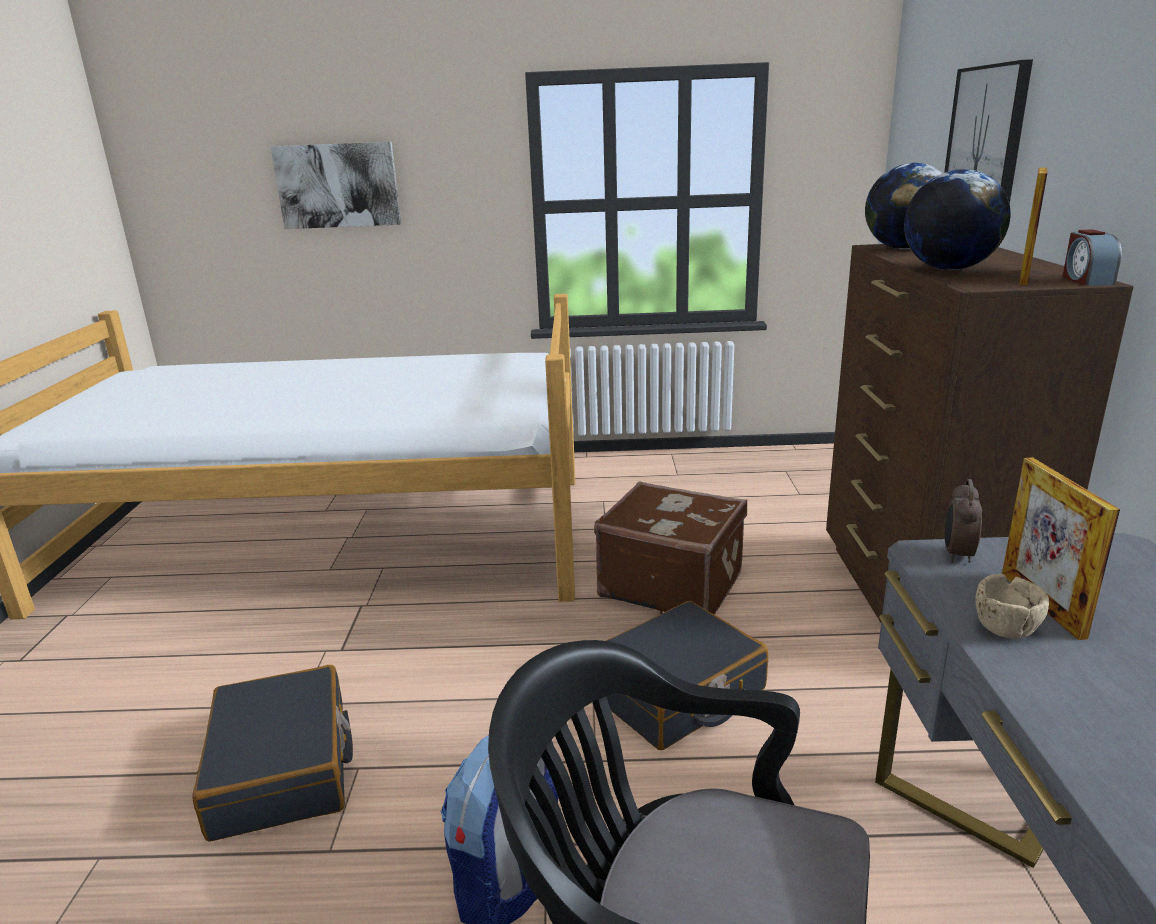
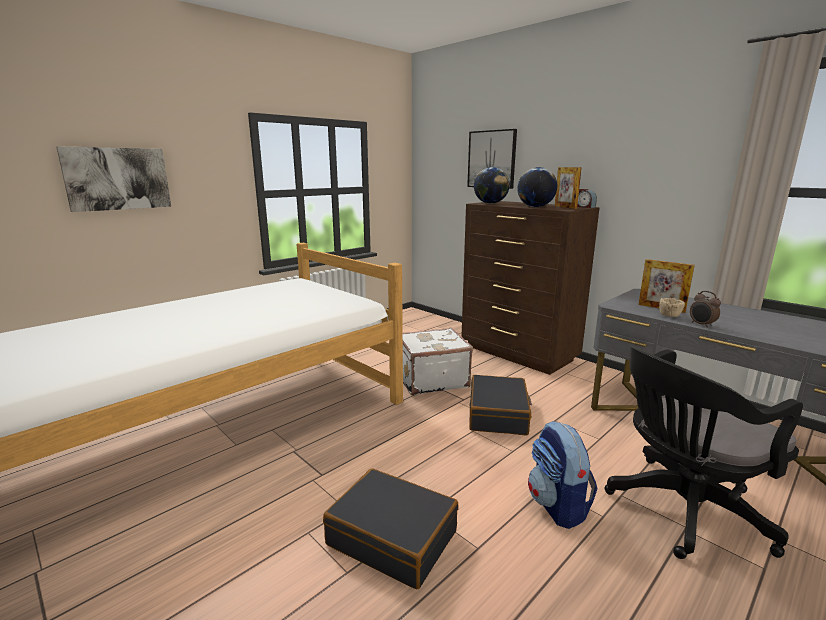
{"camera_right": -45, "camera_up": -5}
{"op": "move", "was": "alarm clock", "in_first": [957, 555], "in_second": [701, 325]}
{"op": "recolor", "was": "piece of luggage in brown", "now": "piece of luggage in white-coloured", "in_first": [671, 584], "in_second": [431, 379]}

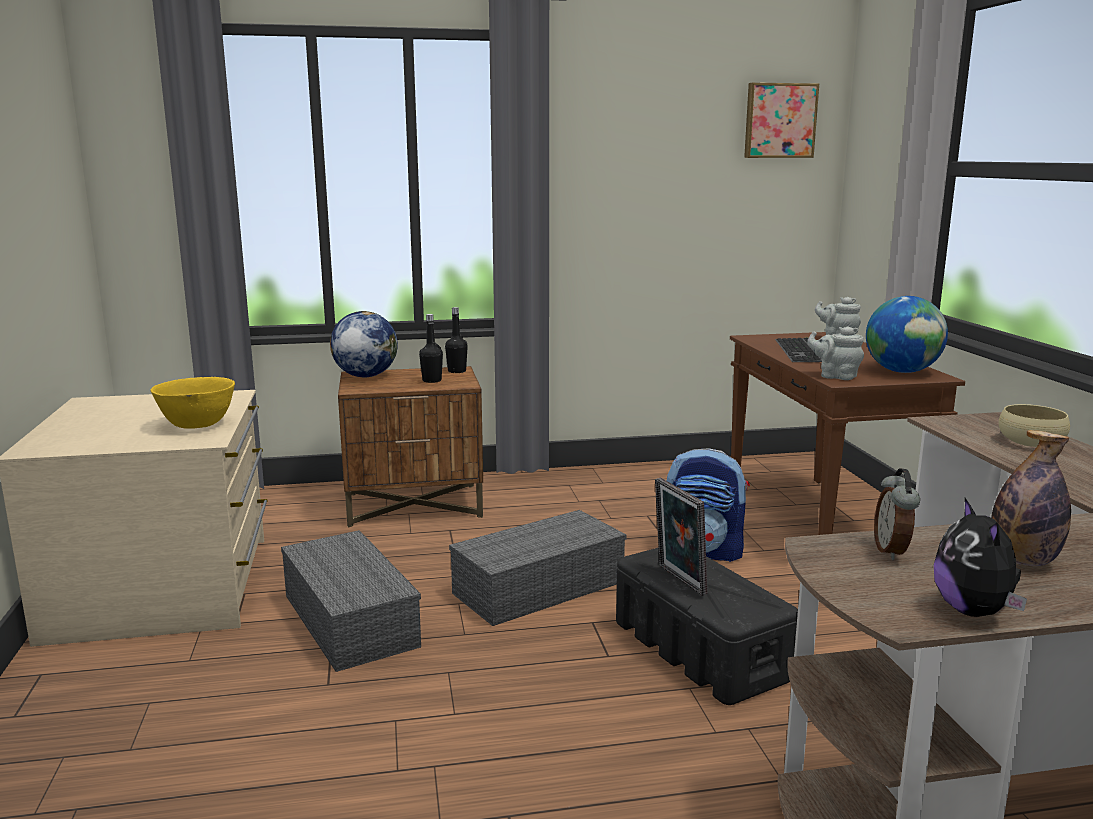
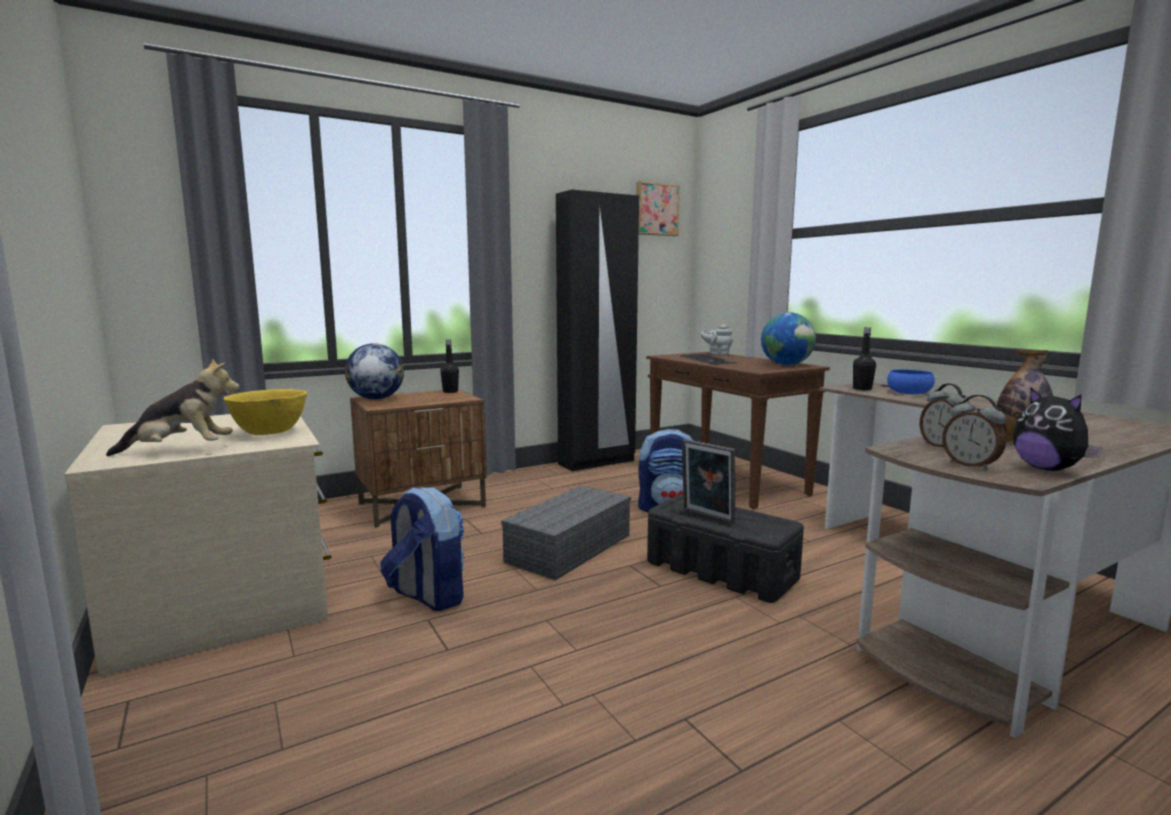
{"camera_right": -20, "camera_up": -5}
{"op": "move", "was": "beverage bottle in black-coloured", "in_first": [432, 380], "in_second": [862, 389]}
{"op": "delete", "was": "teapot in greyish", "in_first": [835, 376]}
{"op": "recolor", "was": "deep dish in sand-coloured", "now": "deep dish in blue-coloured", "in_first": [1030, 442], "in_second": [909, 392]}
{"op": "replace", "was": "storage bin in greyish", "now": "rucksack", "in_first": [347, 619], "in_second": [427, 596]}
{"op": "insert", "now": "wardrobe in black-coloured", "in_second": [597, 462]}
{"op": "insert", "now": "cuddly toy", "in_second": [181, 451]}
{"op": "insert", "now": "alarm clock", "in_second": [971, 465]}

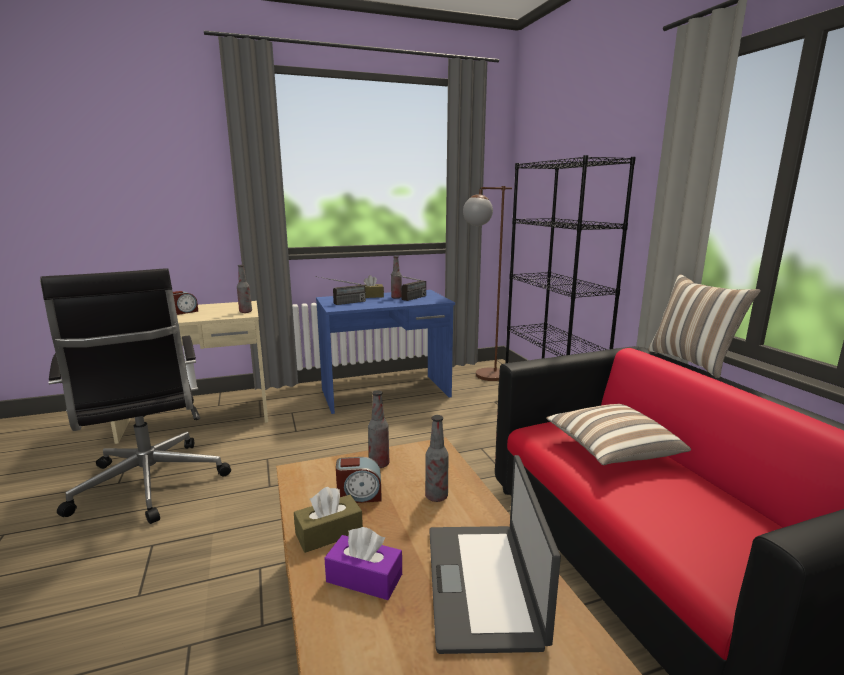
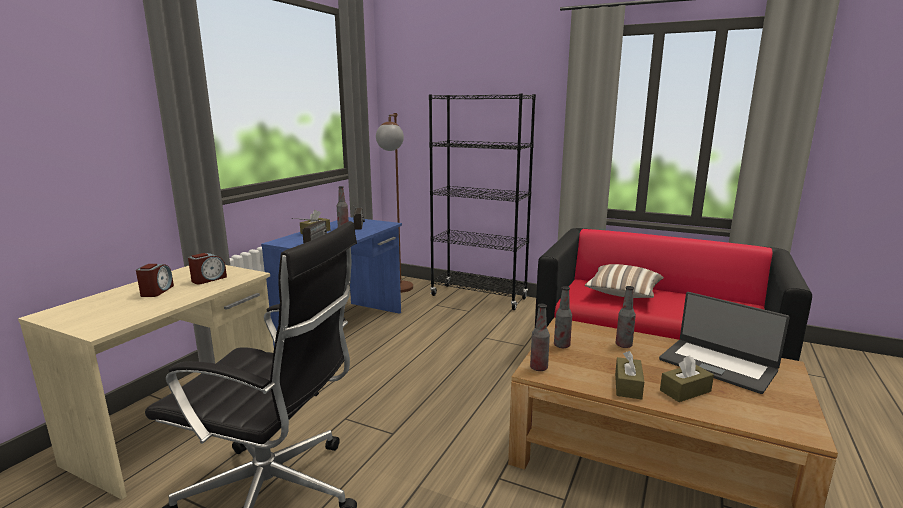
{"camera_right": -45, "camera_up": 0}
{"op": "move", "was": "beverage bottle", "in_first": [245, 312], "in_second": [538, 368]}
{"op": "delete", "was": "throw pillow", "in_first": [692, 361]}
{"op": "move", "was": "alarm clock", "in_first": [359, 496], "in_second": [208, 279]}
{"op": "recolor", "was": "tissue holder in purple", "now": "tissue holder in brown", "in_first": [364, 578], "in_second": [685, 391]}

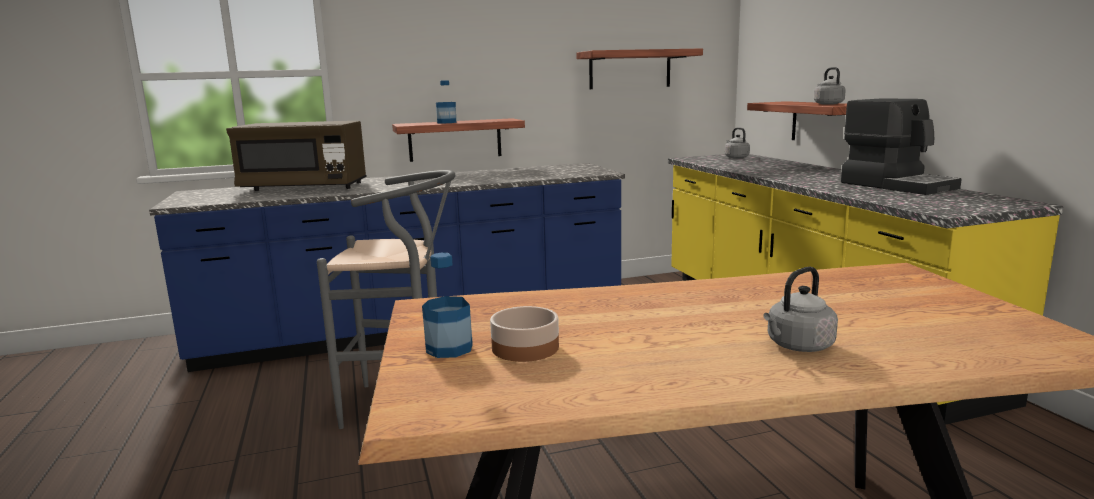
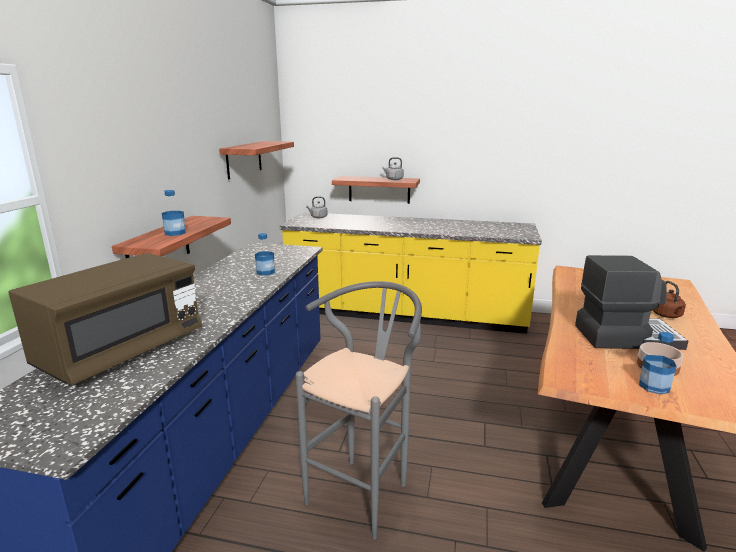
{"camera_right": -60, "camera_up": 5}
{"op": "move", "was": "coffee machine", "in_first": [897, 185], "in_second": [625, 336]}
{"op": "recolor", "was": "water kettle in greyish", "now": "water kettle in brown", "in_first": [797, 346], "in_second": [667, 315]}
{"op": "insert", "now": "beverage bottle", "in_second": [265, 272]}

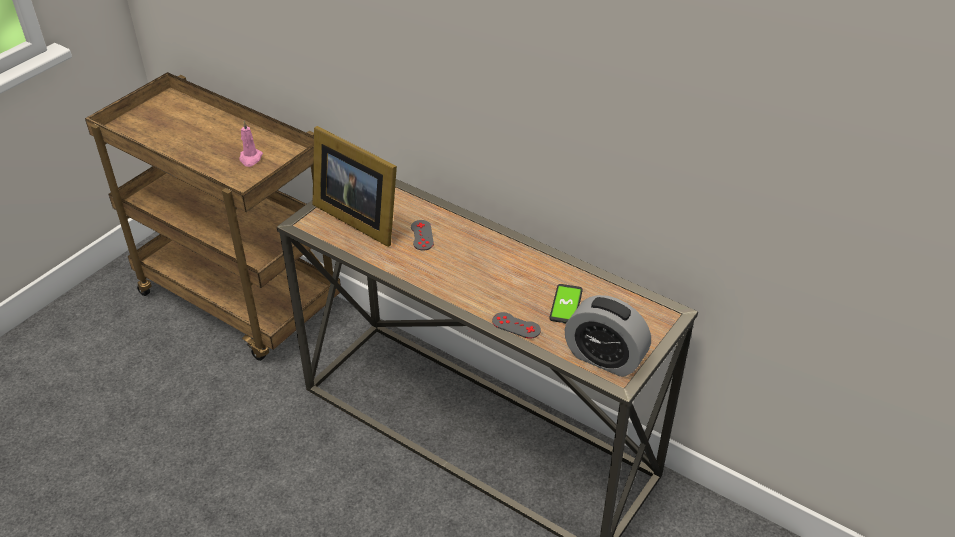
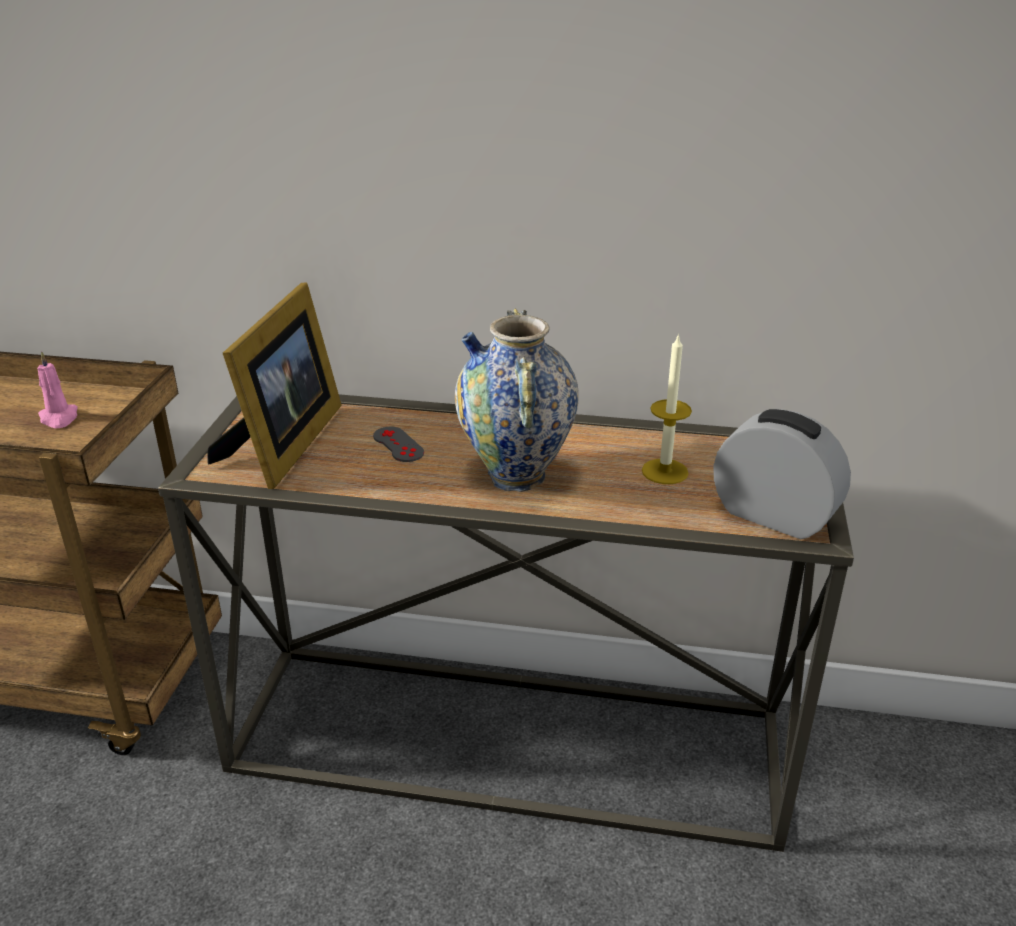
{"camera_right": -25, "camera_up": -10}
{"op": "rotate", "was": "standing frame", "in_first": [357, 216], "in_second": [284, 445], "clockwise": -90}
{"op": "replace", "was": "handset", "now": "candle", "in_first": [566, 305], "in_second": [664, 471]}
{"op": "rotate", "was": "alarm clock", "in_first": [604, 358], "in_second": [773, 516], "clockwise": -150}
{"op": "delete", "was": "gamepad in greyish", "in_first": [516, 325]}
{"op": "insert", "now": "vase", "in_second": [516, 475]}

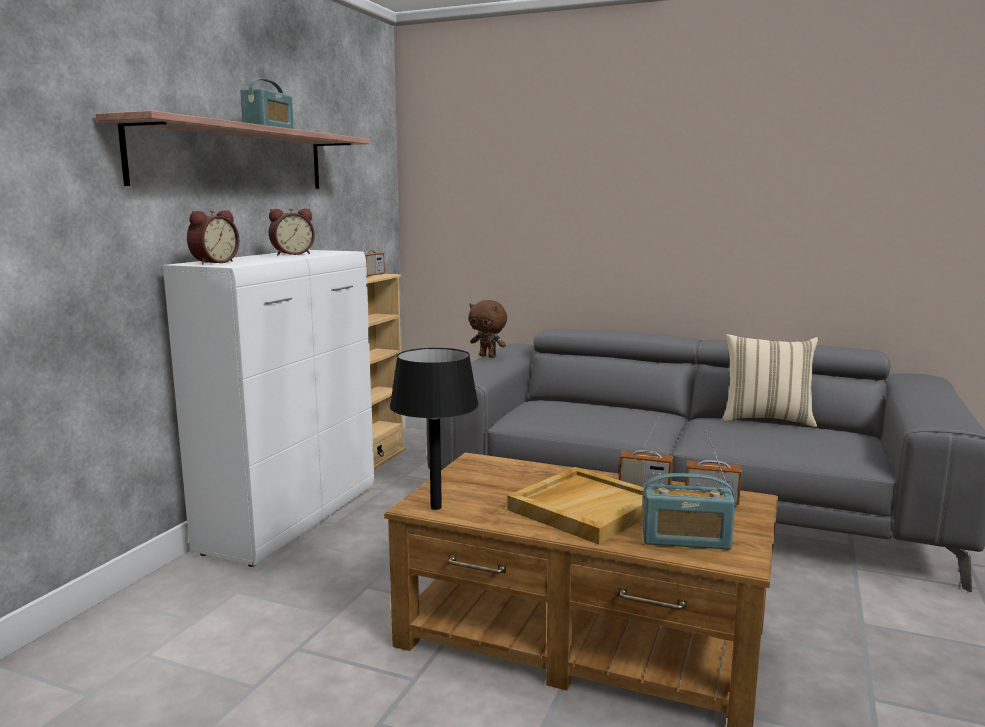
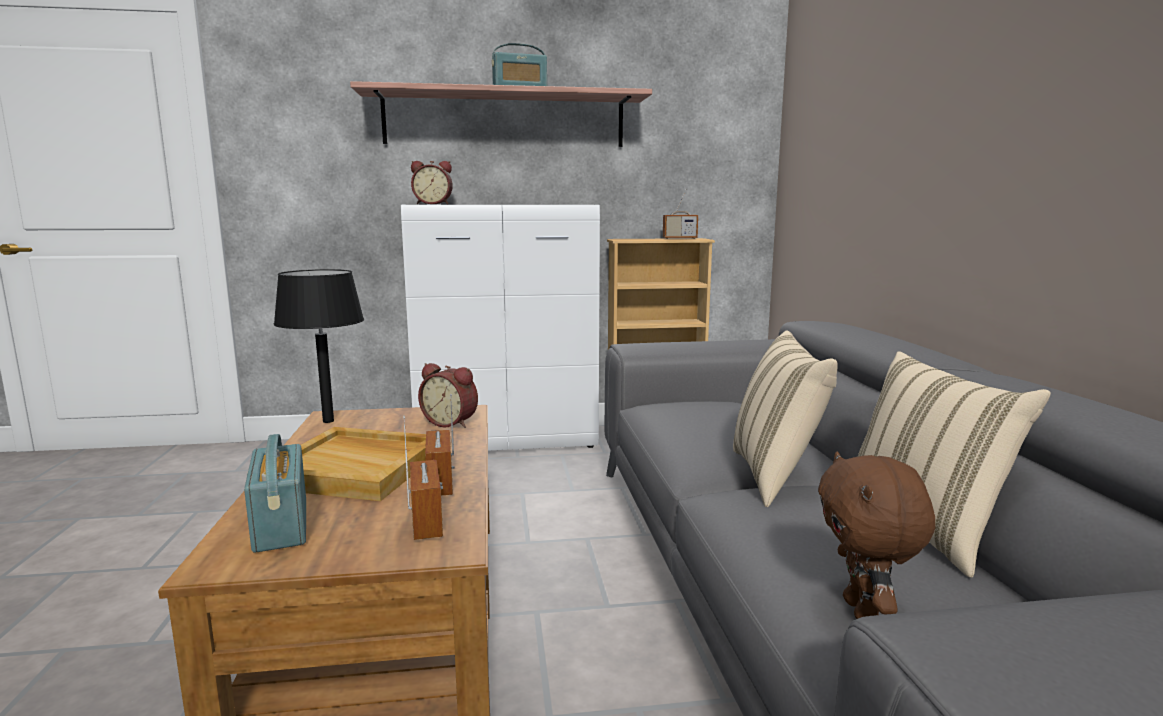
{"camera_right": 60, "camera_up": 0}
{"op": "move", "was": "alarm clock", "in_first": [292, 254], "in_second": [451, 422]}
{"op": "move", "was": "cuddly toy in brown", "in_first": [488, 356], "in_second": [864, 613]}
{"op": "insert", "now": "throw pillow in sand-coloured", "in_second": [776, 476]}

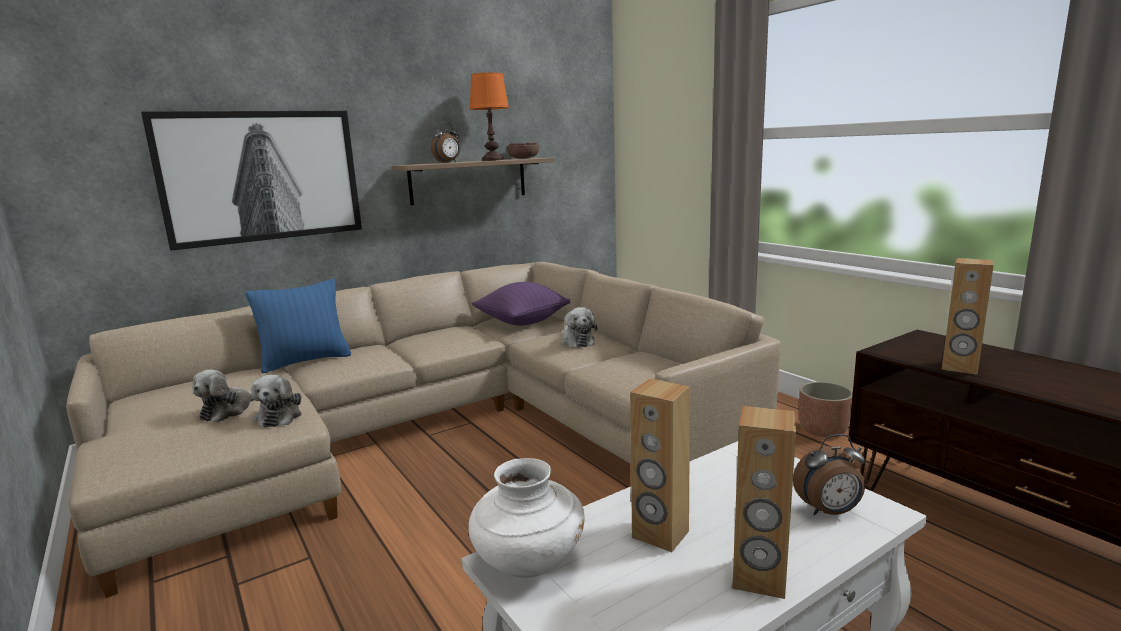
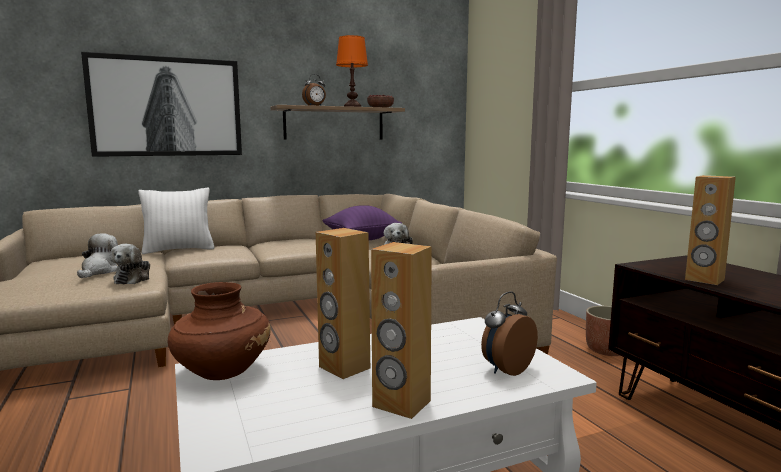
{"camera_right": 10, "camera_up": -5}
{"op": "recolor", "was": "throw pillow in blue-coloured", "now": "throw pillow in white-coloured", "in_first": [306, 361], "in_second": [179, 250]}
{"op": "rotate", "was": "cuddly toy", "in_first": [228, 410], "in_second": [99, 271], "clockwise": 150}
{"op": "rotate", "was": "alarm clock", "in_first": [829, 512], "in_second": [506, 369], "clockwise": 135}
{"op": "recolor", "was": "vase in white-coloured", "now": "vase in brown", "in_first": [528, 563], "in_second": [221, 372]}

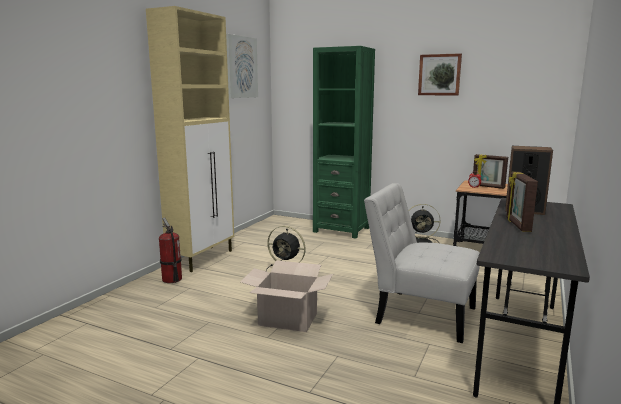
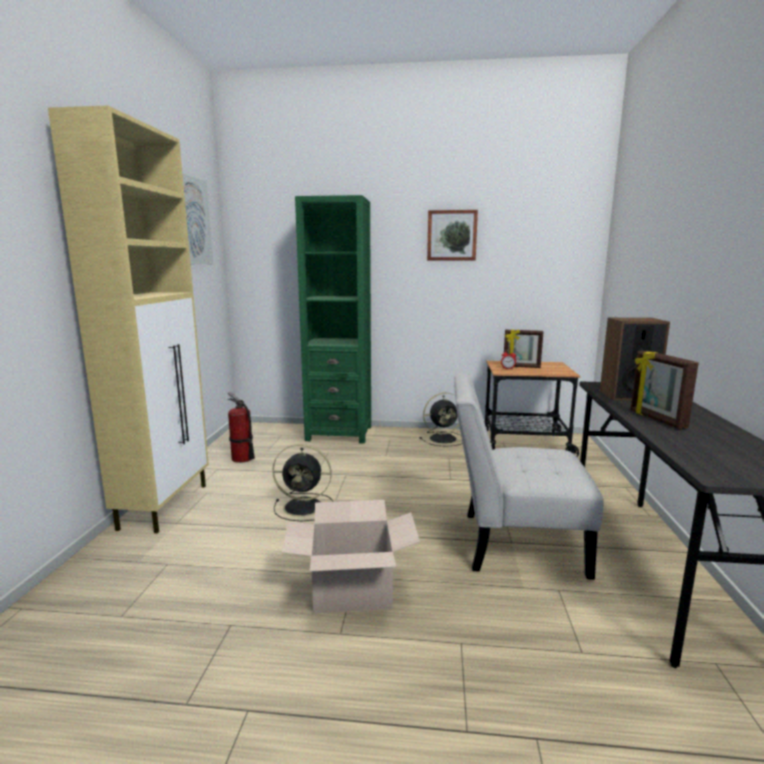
{"camera_right": -20, "camera_up": 0}
{"op": "move", "was": "fire-fighting cylinder", "in_first": [172, 279], "in_second": [242, 458]}

